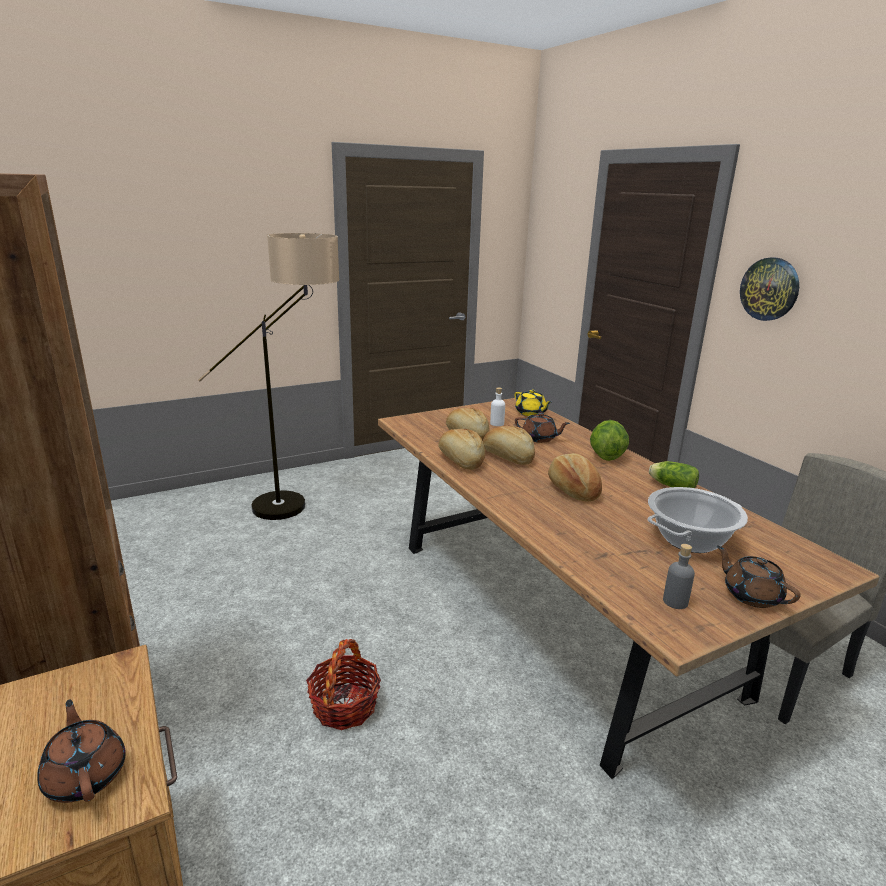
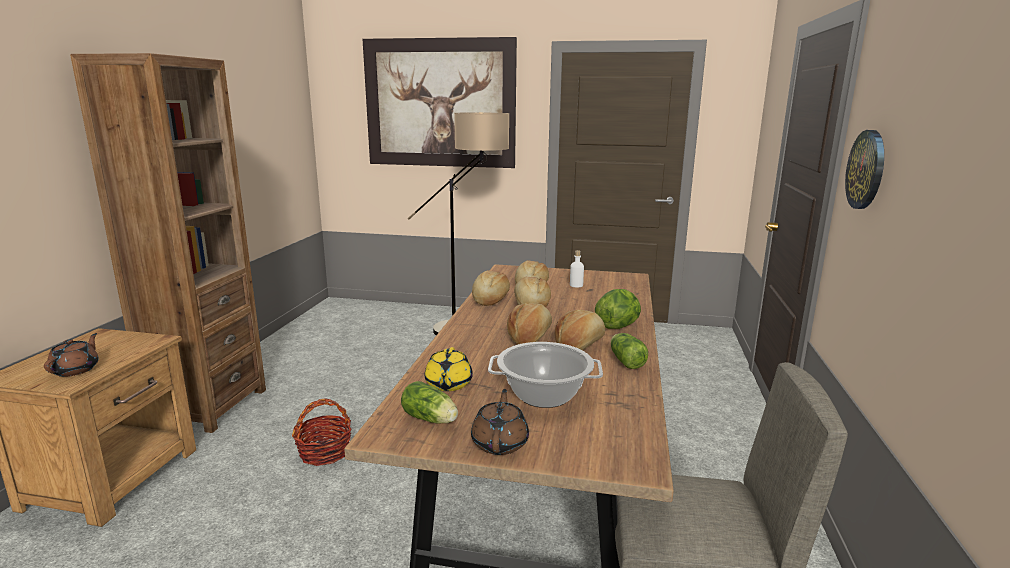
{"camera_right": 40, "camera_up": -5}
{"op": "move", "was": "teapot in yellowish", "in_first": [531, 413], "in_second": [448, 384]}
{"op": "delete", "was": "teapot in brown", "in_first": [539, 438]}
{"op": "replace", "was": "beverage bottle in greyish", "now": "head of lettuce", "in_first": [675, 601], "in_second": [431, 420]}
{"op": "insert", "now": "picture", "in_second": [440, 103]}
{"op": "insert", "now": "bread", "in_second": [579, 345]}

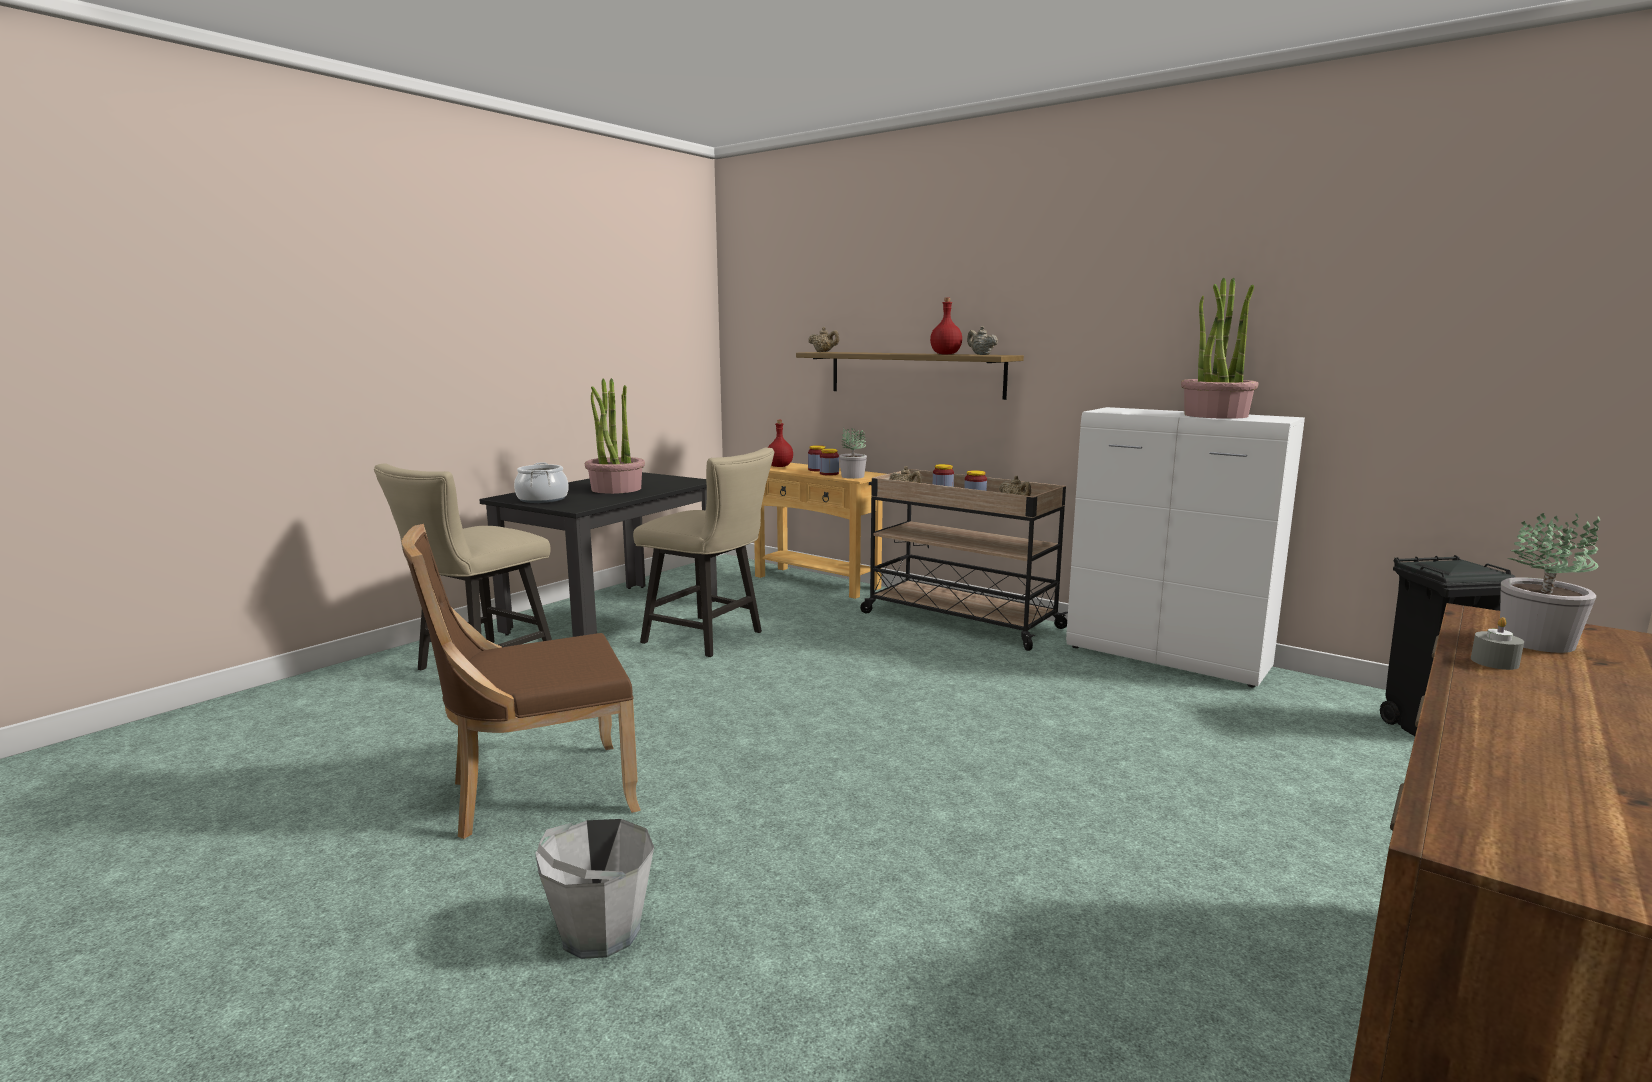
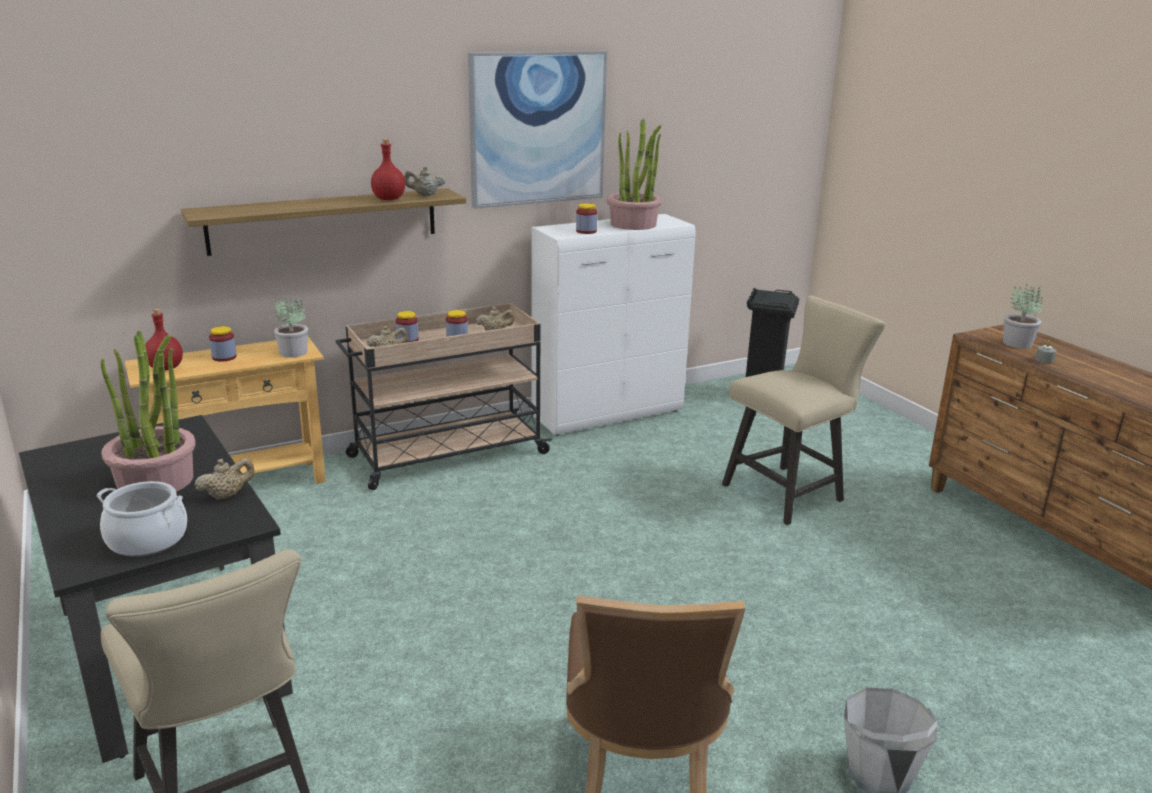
{"camera_right": -65, "camera_up": 10}
{"op": "move", "was": "teapot in sand-coloured", "in_first": [824, 352], "in_second": [227, 495]}
{"op": "move", "was": "plain chair in sand-coloured", "in_first": [710, 638], "in_second": [790, 491]}
{"op": "move", "was": "jar", "in_first": [829, 474], "in_second": [586, 231]}
{"op": "insert", "now": "picture", "in_second": [538, 129]}

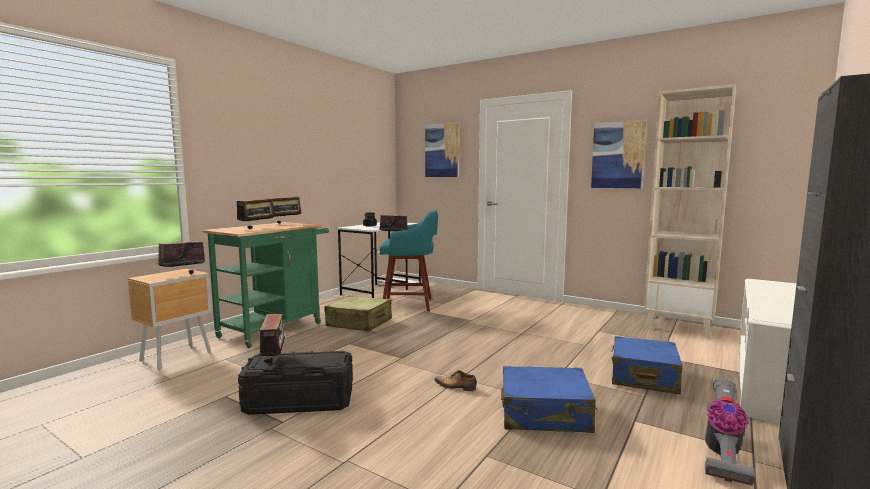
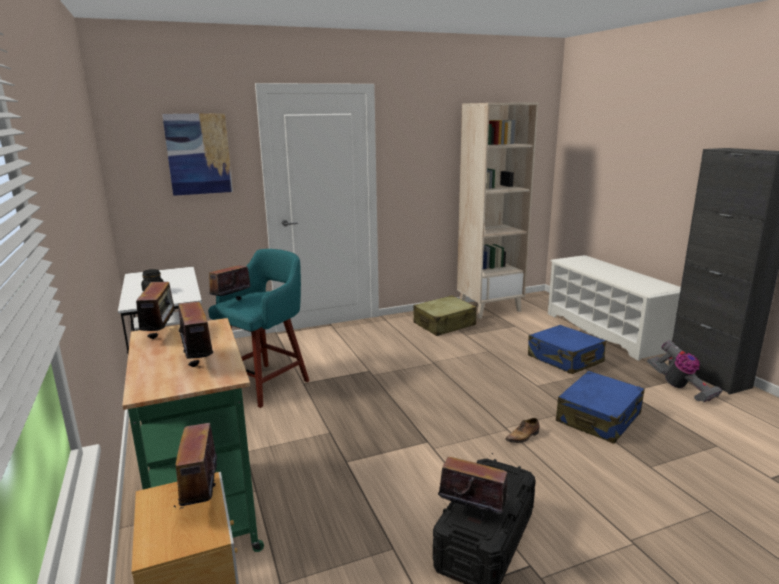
{"camera_right": -55, "camera_up": 10}
{"op": "delete", "was": "picture", "in_first": [618, 155]}
{"op": "move", "was": "piece of luggage in sand-coloured", "in_first": [359, 323], "in_second": [444, 324]}

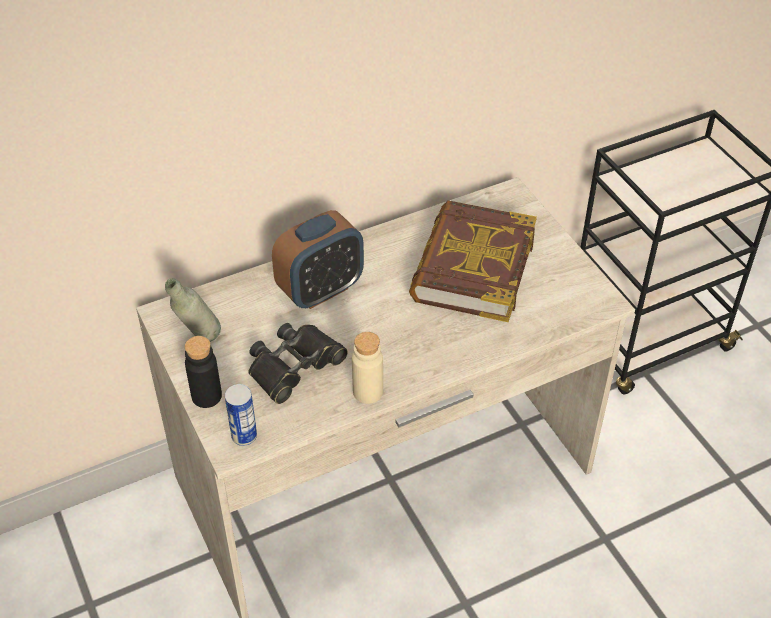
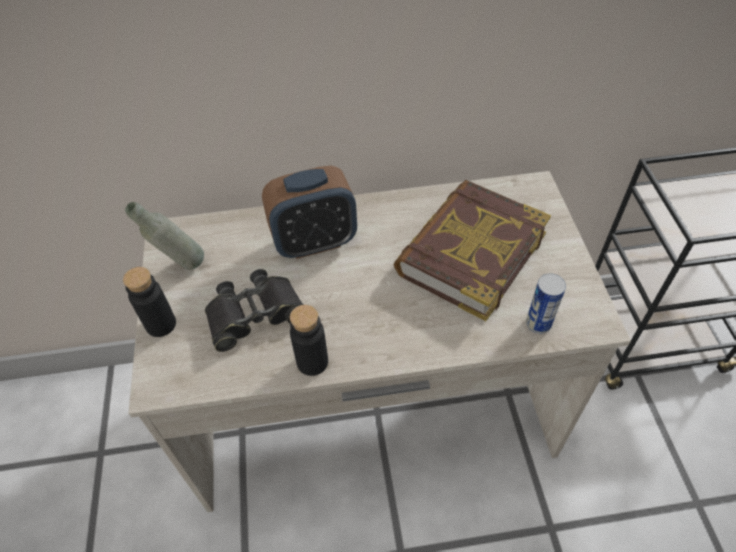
{"camera_right": 20, "camera_up": 5}
{"op": "recolor", "was": "beverage bottle in sand-coloured", "now": "beverage bottle in black-coloured", "in_first": [368, 392], "in_second": [312, 362]}
{"op": "move", "was": "metal can", "in_first": [244, 436], "in_second": [538, 324]}

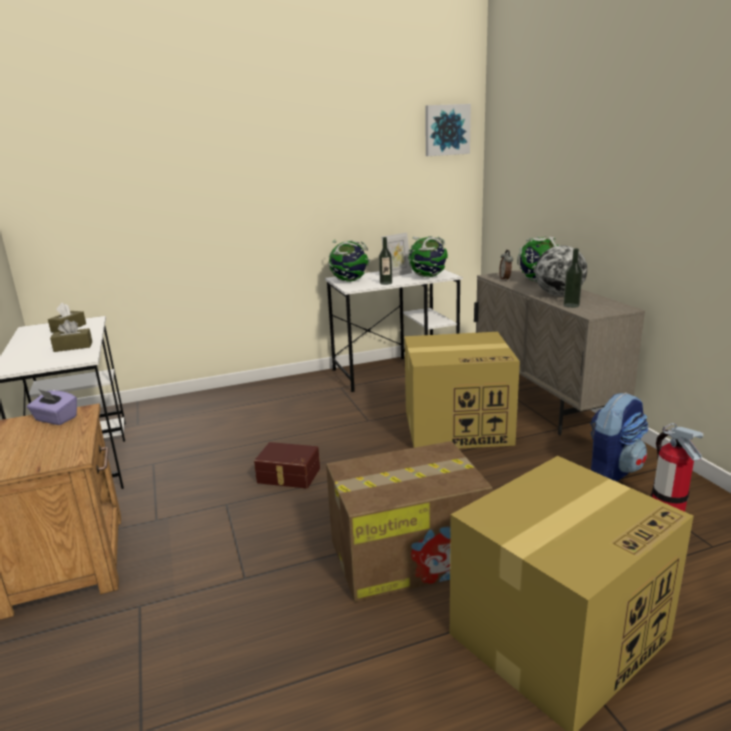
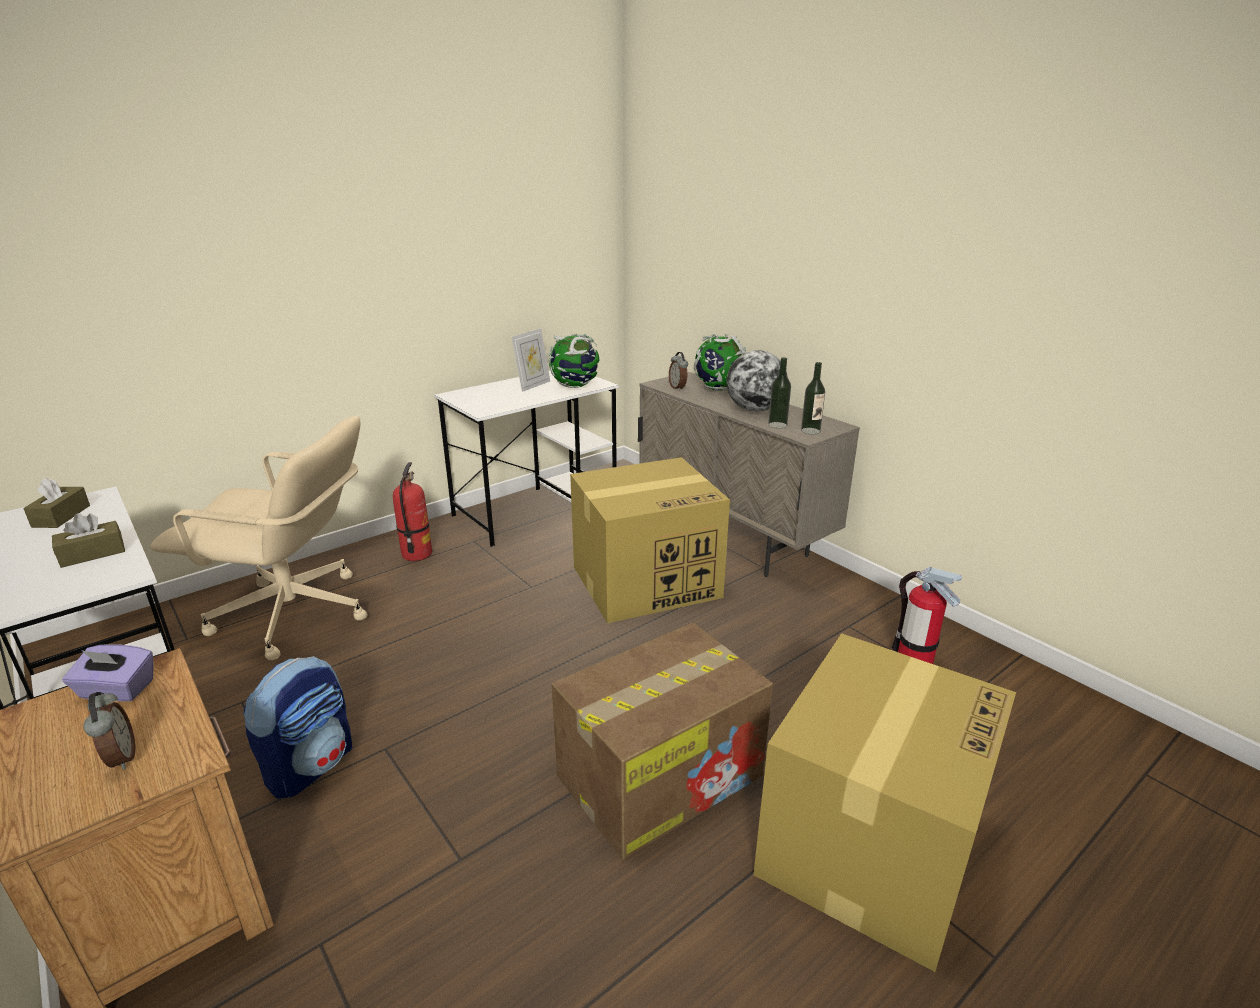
{"camera_right": -20, "camera_up": 5}
{"op": "delete", "was": "picture", "in_first": [446, 130]}
{"op": "move", "was": "beverage bottle", "in_first": [386, 283], "in_second": [810, 431]}
{"op": "delete", "was": "desk globe", "in_first": [350, 281]}
{"op": "move", "was": "rucksack", "in_first": [613, 470], "in_second": [311, 765]}
{"op": "delete", "was": "storage bin in brown", "in_first": [288, 476]}
{"op": "insert", "now": "office chair in sand-coloured", "in_second": [293, 615]}
{"op": "insert", "now": "fire-fighting cylinder", "in_second": [416, 554]}
{"op": "insert", "now": "alarm clock", "in_second": [120, 758]}

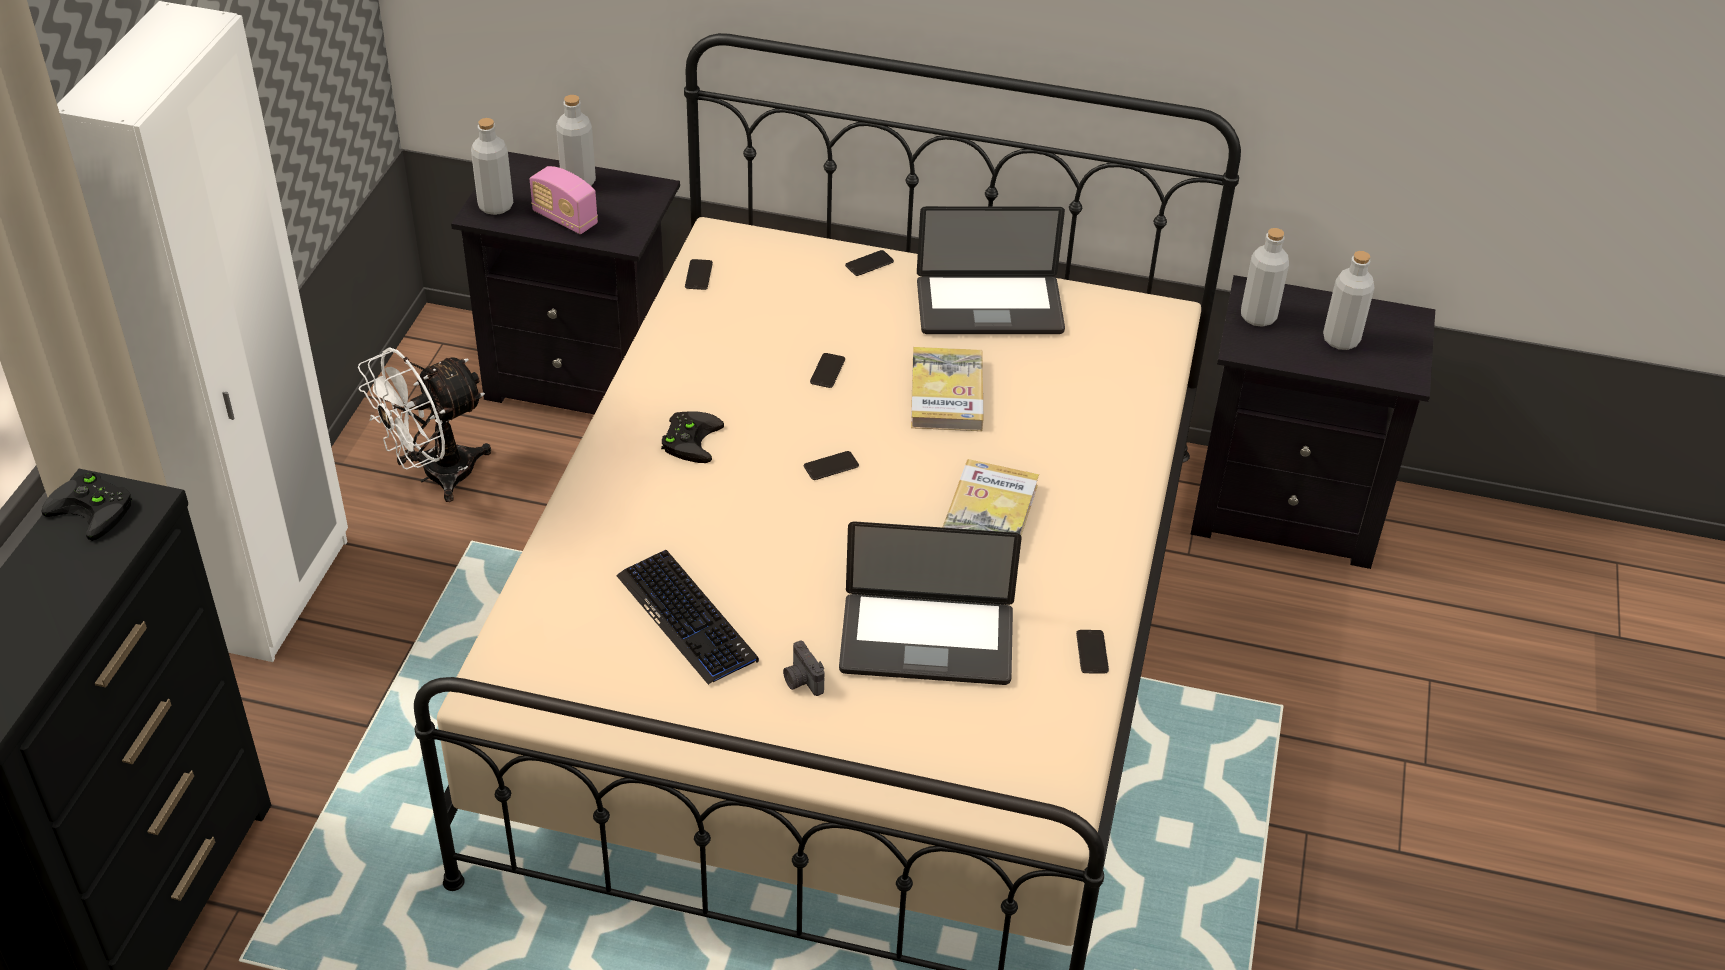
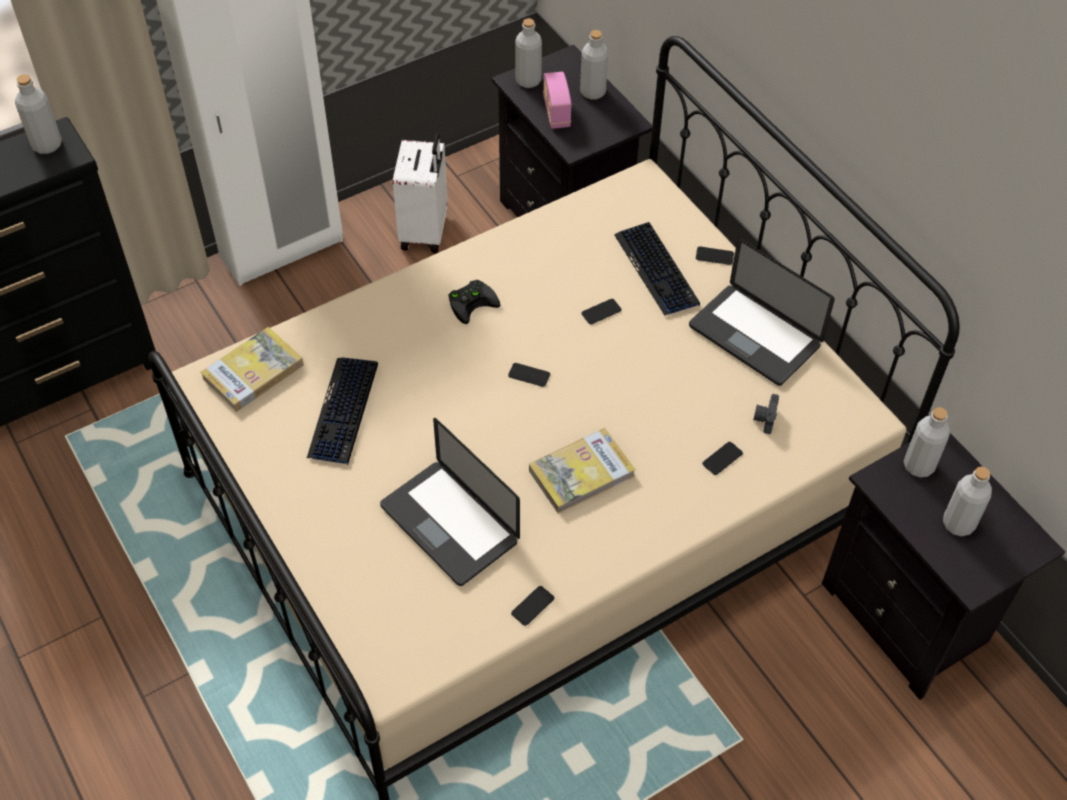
{"camera_right": 45, "camera_up": 10}
{"op": "move", "was": "handset", "in_first": [698, 275], "in_second": [722, 458]}
{"op": "replace", "was": "electric fan in white-coloured", "now": "piece of luggage in white-coloured", "in_first": [435, 476], "in_second": [425, 231]}
{"op": "move", "was": "book", "in_first": [946, 394], "in_second": [253, 372]}
{"op": "replace", "was": "gamepad in black-coloured", "now": "beverage bottle in greyish", "in_first": [95, 509], "in_second": [47, 145]}
{"op": "move", "was": "photo camera", "in_first": [801, 680], "in_second": [764, 419]}
{"op": "insert", "now": "keyboard", "in_second": [657, 270]}

